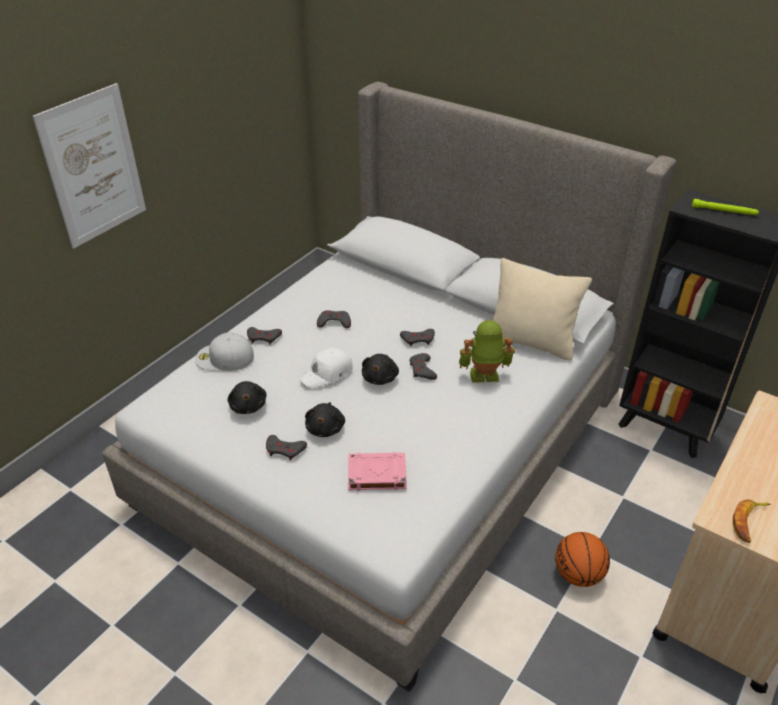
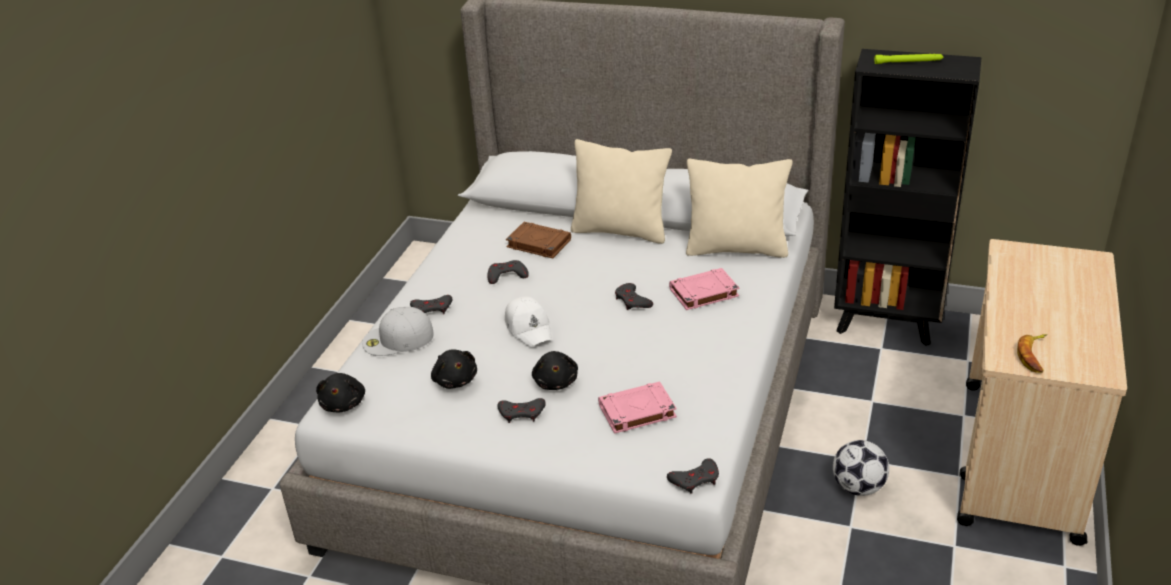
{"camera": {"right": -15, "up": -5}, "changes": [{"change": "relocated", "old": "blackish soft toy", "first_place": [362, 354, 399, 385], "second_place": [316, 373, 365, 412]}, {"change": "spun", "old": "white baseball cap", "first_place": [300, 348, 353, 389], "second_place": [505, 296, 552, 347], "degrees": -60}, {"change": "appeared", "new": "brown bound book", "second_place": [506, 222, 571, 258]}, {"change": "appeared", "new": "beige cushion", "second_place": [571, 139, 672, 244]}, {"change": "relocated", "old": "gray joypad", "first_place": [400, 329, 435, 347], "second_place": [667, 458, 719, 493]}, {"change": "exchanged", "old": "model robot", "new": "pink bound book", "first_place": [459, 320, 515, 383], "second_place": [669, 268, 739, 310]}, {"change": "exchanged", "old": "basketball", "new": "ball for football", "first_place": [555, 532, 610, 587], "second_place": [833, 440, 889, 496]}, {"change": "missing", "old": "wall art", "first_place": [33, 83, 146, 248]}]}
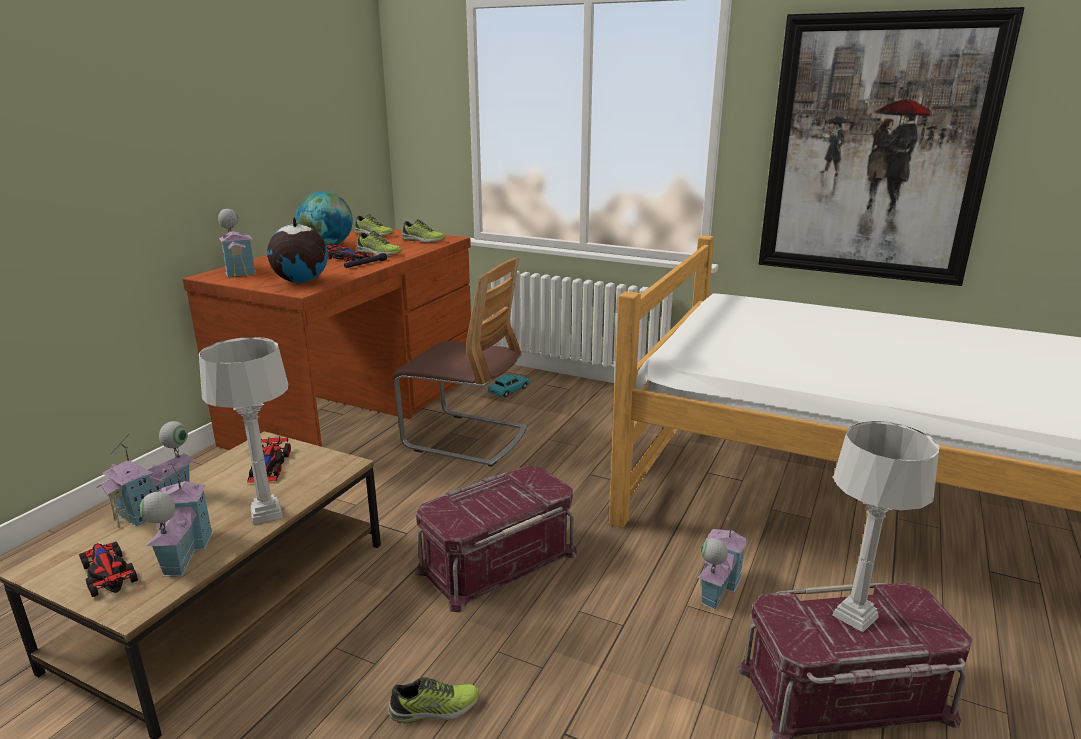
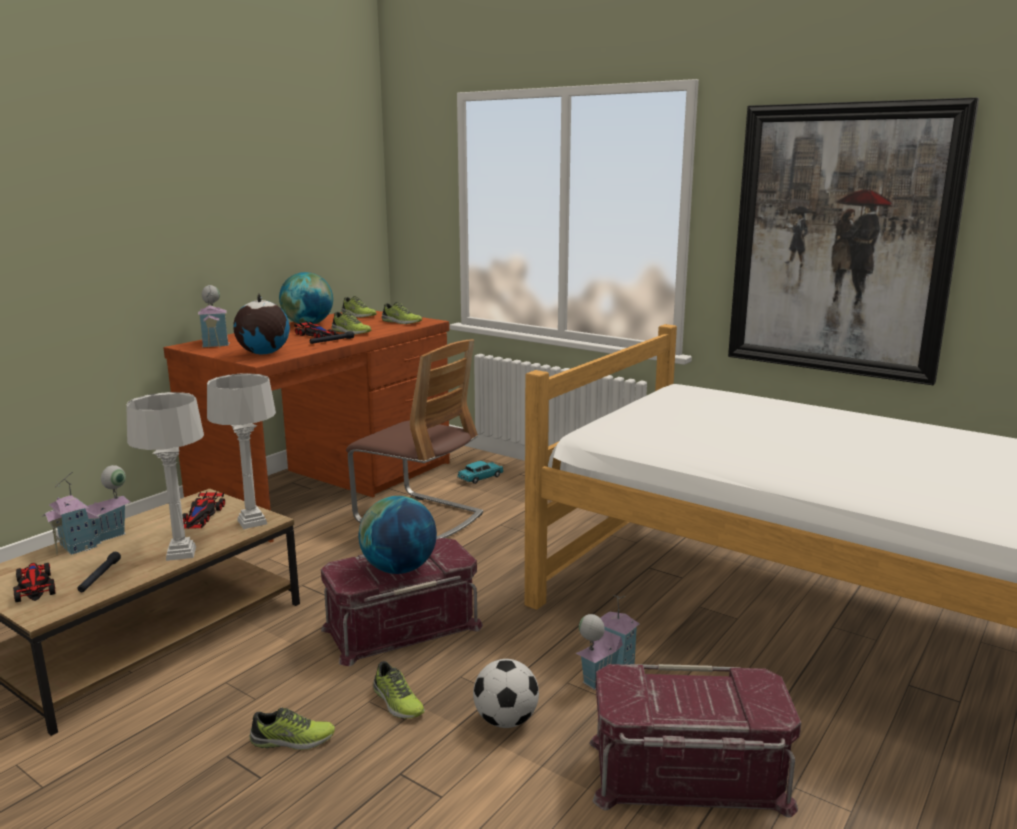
{"camera": {"right": 10, "up": -5}, "changes": [{"change": "exchanged", "old": "toy house", "new": "blackish flashlight", "first_place": [139, 460, 213, 577], "second_place": [77, 552, 121, 592]}, {"change": "relocated", "old": "gray tabletop lamp", "first_place": [832, 421, 939, 632], "second_place": [207, 373, 276, 529]}, {"change": "appeared", "new": "globe", "second_place": [359, 496, 437, 574]}, {"change": "appeared", "new": "low shoe", "second_place": [373, 661, 425, 719]}, {"change": "appeared", "new": "ball for football", "second_place": [473, 659, 539, 728]}]}
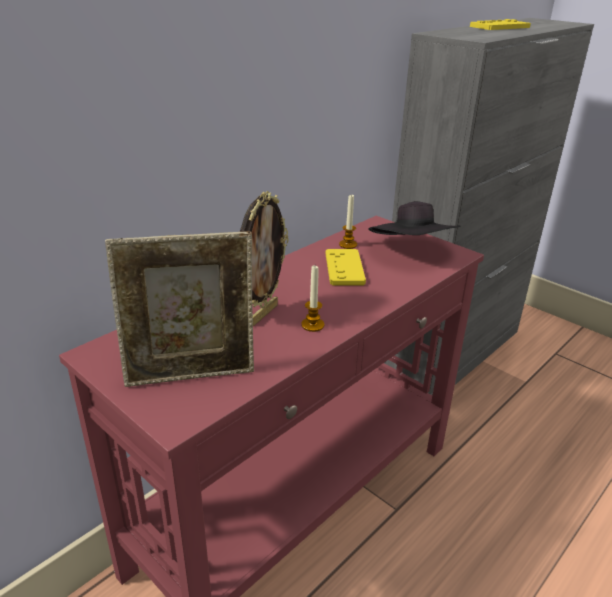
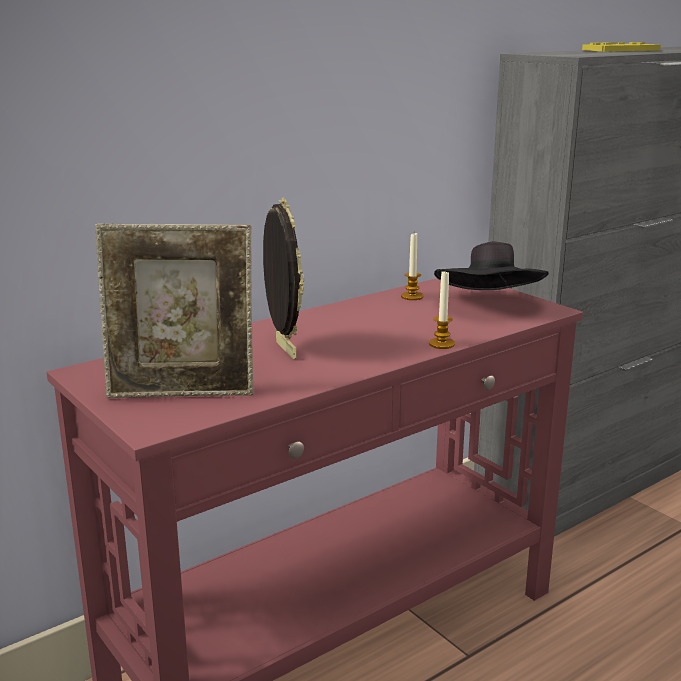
{"camera": {"right": 10, "up": -10}, "changes": [{"change": "spun", "old": "photo frame", "first_place": [240, 191, 289, 326], "second_place": [263, 197, 304, 360], "degrees": -60}, {"change": "relocated", "old": "wax light", "first_place": [301, 266, 324, 332], "second_place": [429, 269, 455, 349]}, {"change": "missing", "old": "yellow joypad", "first_place": [326, 249, 366, 285]}]}
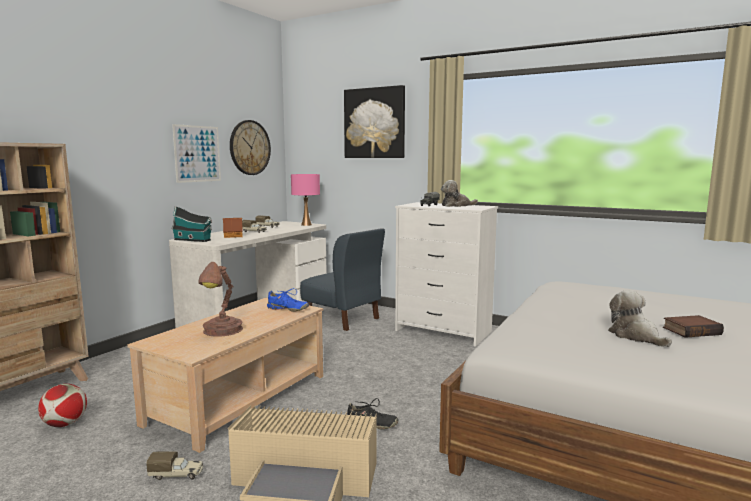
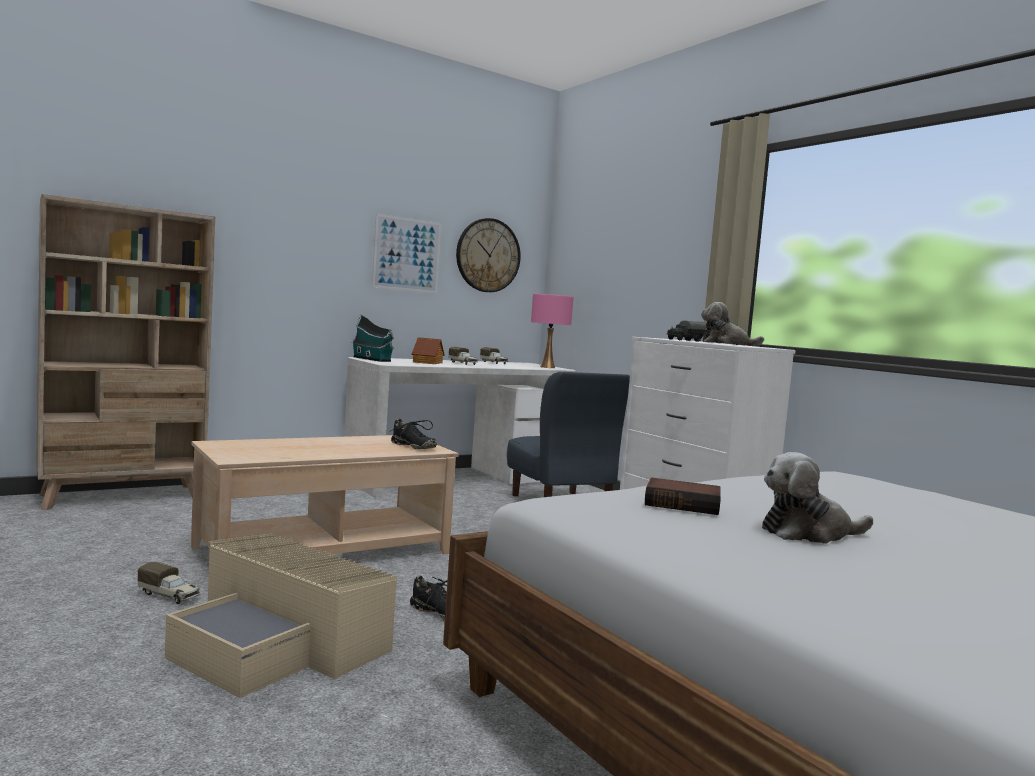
{"camera": {"right": 25, "up": -5}, "changes": [{"change": "colour", "old": "blue low shoe", "new": "blackish low shoe", "first_place": [267, 288, 309, 312], "second_place": [391, 419, 437, 449]}, {"change": "relocated", "old": "bound book", "first_place": [663, 315, 724, 338], "second_place": [645, 477, 721, 515]}, {"change": "spun", "old": "soft toy", "first_place": [608, 290, 672, 347], "second_place": [762, 452, 873, 544], "degrees": -105}, {"change": "missing", "old": "ball for football", "first_place": [38, 384, 87, 427]}, {"change": "missing", "old": "brown tabletop lamp", "first_place": [198, 262, 243, 337]}, {"change": "missing", "old": "wall art", "first_place": [344, 85, 405, 158]}]}
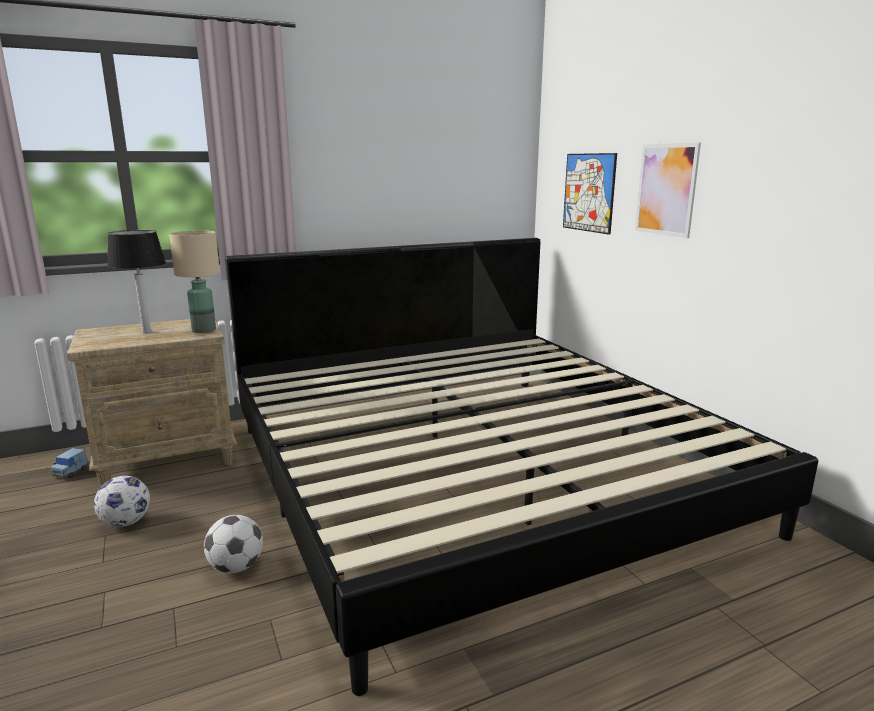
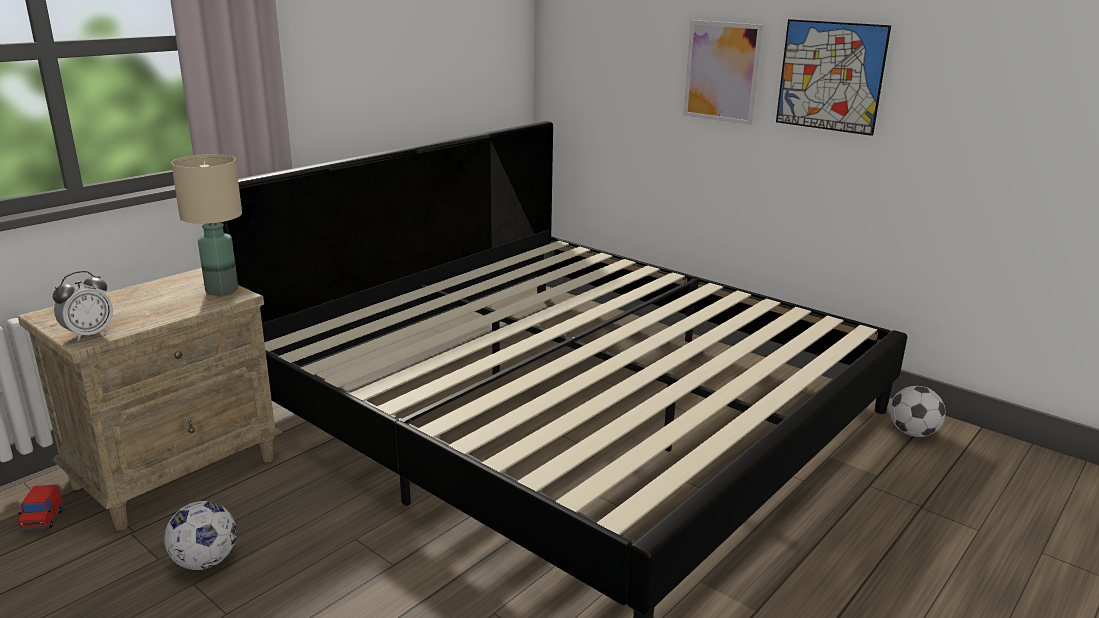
{"camera": {"right": -25, "up": 5}, "changes": [{"change": "colour", "old": "blue toy car", "new": "reddish toy car", "first_place": [51, 448, 89, 478], "second_place": [18, 485, 64, 531]}, {"change": "appeared", "new": "bedside clock", "second_place": [53, 271, 113, 341]}, {"change": "relocated", "old": "wall art", "first_place": [563, 153, 617, 235], "second_place": [776, 19, 891, 136]}, {"change": "relocated", "old": "ball for football", "first_place": [204, 515, 263, 573], "second_place": [890, 386, 946, 437]}, {"change": "missing", "old": "tabletop lamp", "first_place": [107, 230, 166, 333]}]}
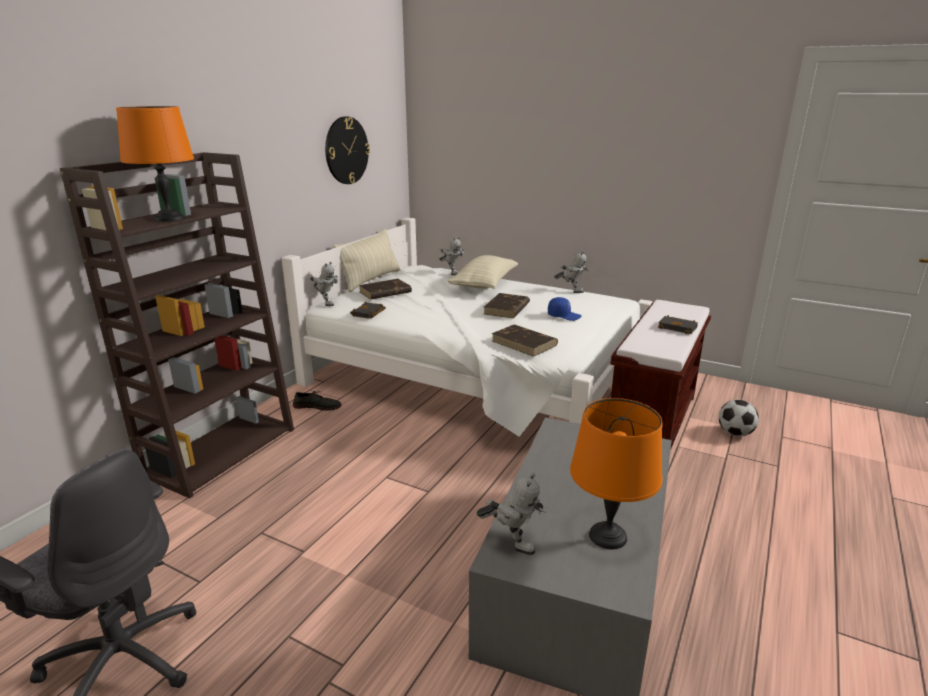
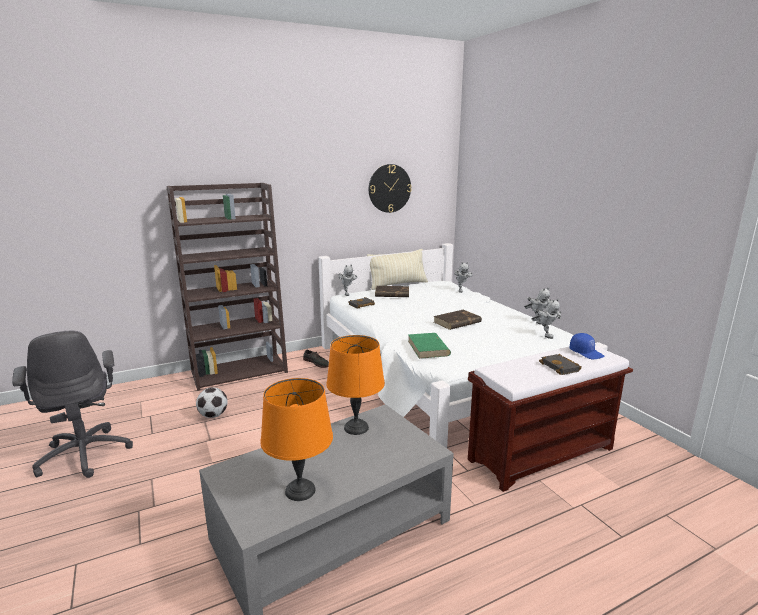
{"camera": {"right": 35, "up": -5}, "changes": [{"change": "relocated", "old": "ball for football", "first_place": [719, 399, 759, 437], "second_place": [196, 388, 228, 418]}, {"change": "relocated", "old": "orange-coloured tabletop lamp", "first_place": [116, 106, 194, 222], "second_place": [327, 335, 385, 435]}, {"change": "colour", "old": "brown bound book", "new": "green-coloured bound book", "first_place": [492, 324, 558, 357], "second_place": [408, 333, 451, 359]}, {"change": "relocated", "old": "model robot", "first_place": [476, 473, 546, 555], "second_place": [531, 299, 561, 339]}, {"change": "relocated", "old": "blue baseball cap", "first_place": [548, 297, 582, 321], "second_place": [569, 333, 605, 359]}, {"change": "missing", "old": "beige cushion", "first_place": [448, 255, 518, 289]}]}
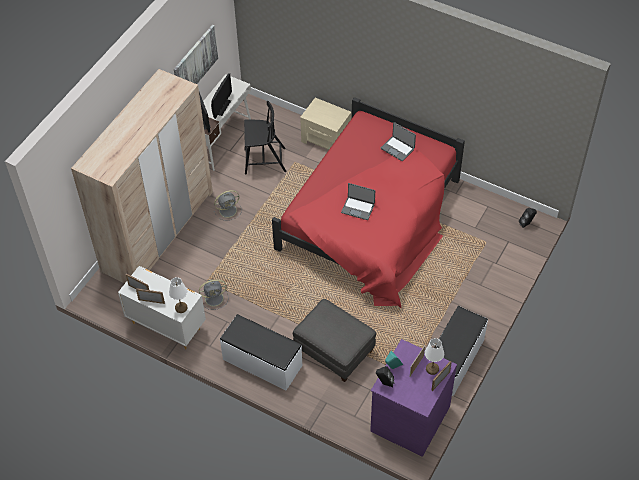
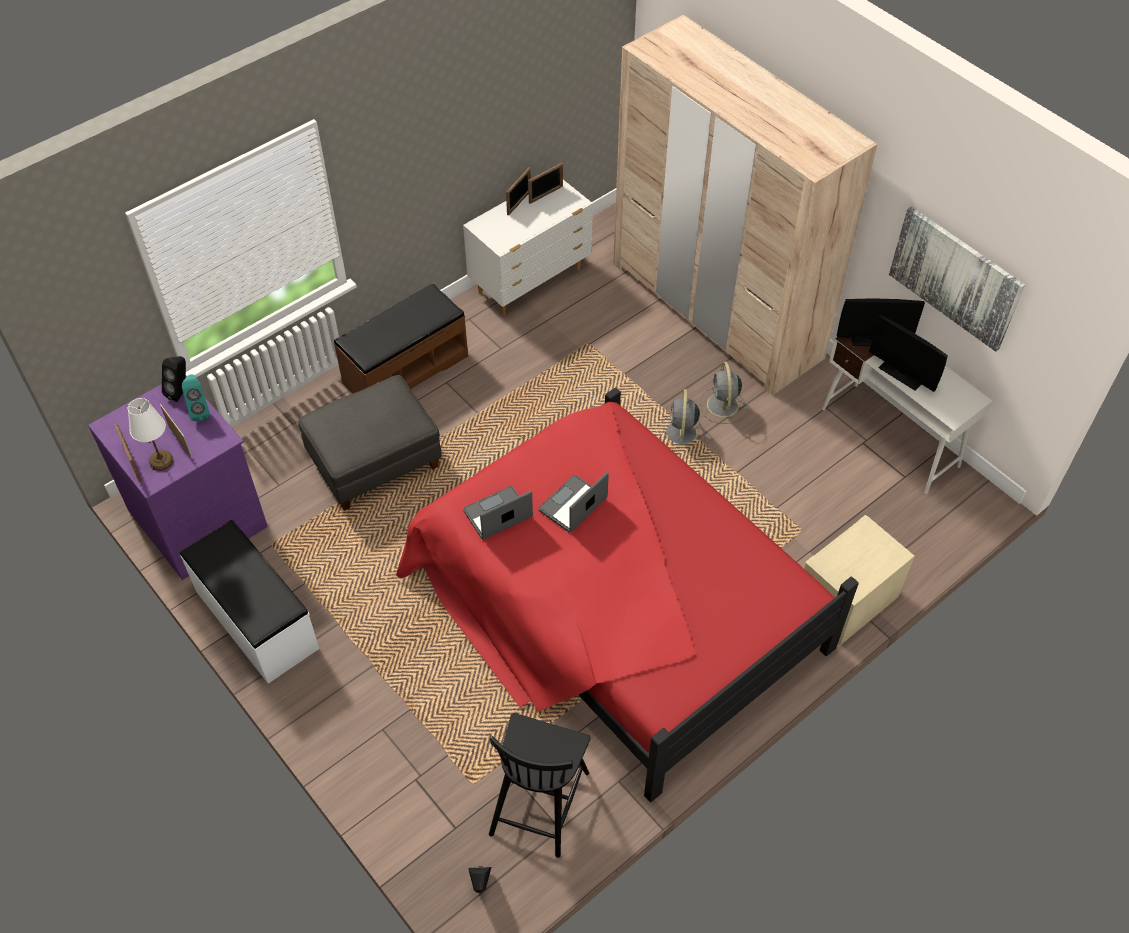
{"camera": {"right": 110, "up": 0}, "changes": [{"change": "colour", "old": "white indoor bench", "new": "brown indoor bench", "first_place": [220, 314, 302, 390], "second_place": [334, 284, 468, 394]}, {"change": "relocated", "old": "notebook computer", "first_place": [381, 122, 416, 161], "second_place": [463, 486, 533, 540]}, {"change": "relocated", "old": "blackish plain chair", "first_place": [244, 101, 286, 175], "second_place": [489, 713, 590, 858]}, {"change": "relocated", "old": "gray fan", "first_place": [199, 279, 228, 310], "second_place": [662, 389, 705, 444]}, {"change": "missing", "old": "white tabletop lamp", "first_place": [169, 277, 187, 313]}]}
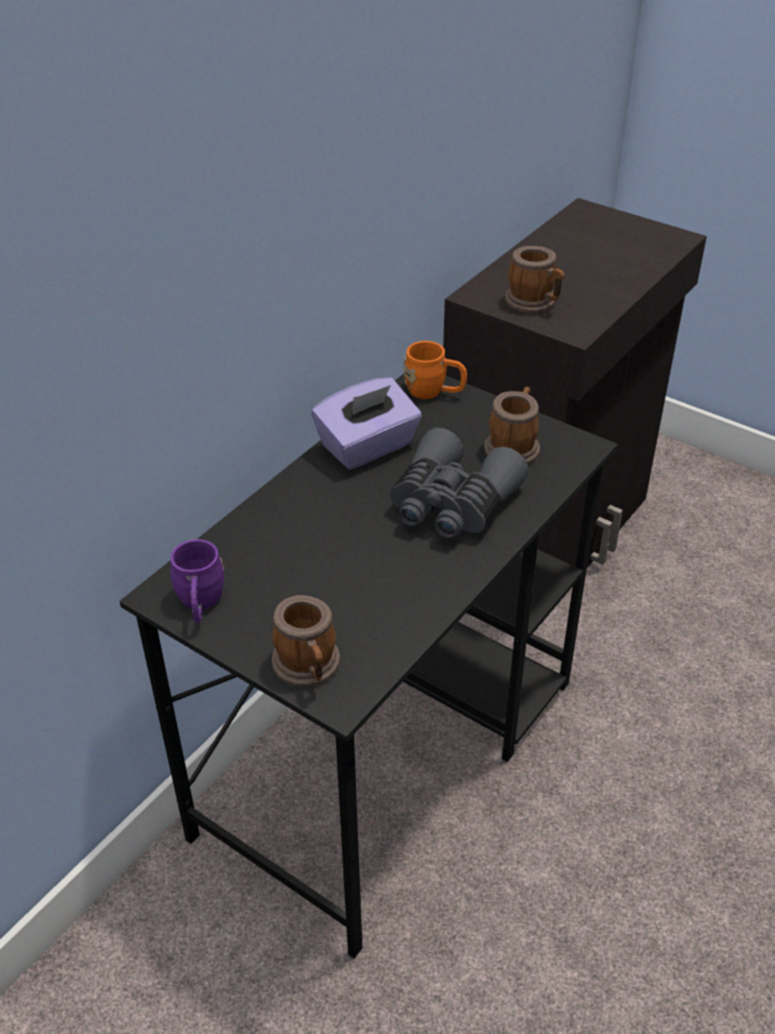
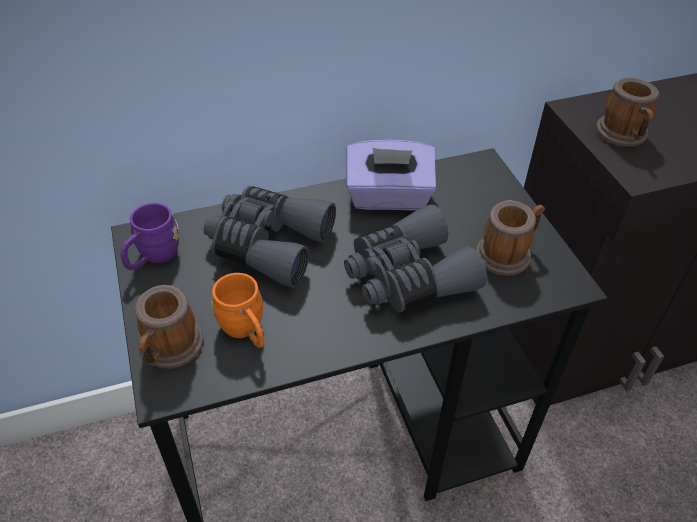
{"camera": {"right": 35, "up": 5}, "changes": [{"change": "appeared", "new": "gray field glasses", "second_place": [203, 186, 336, 288]}, {"change": "relocated", "old": "orange-coloured mug", "first_place": [403, 341, 467, 399], "second_place": [211, 273, 264, 348]}]}
